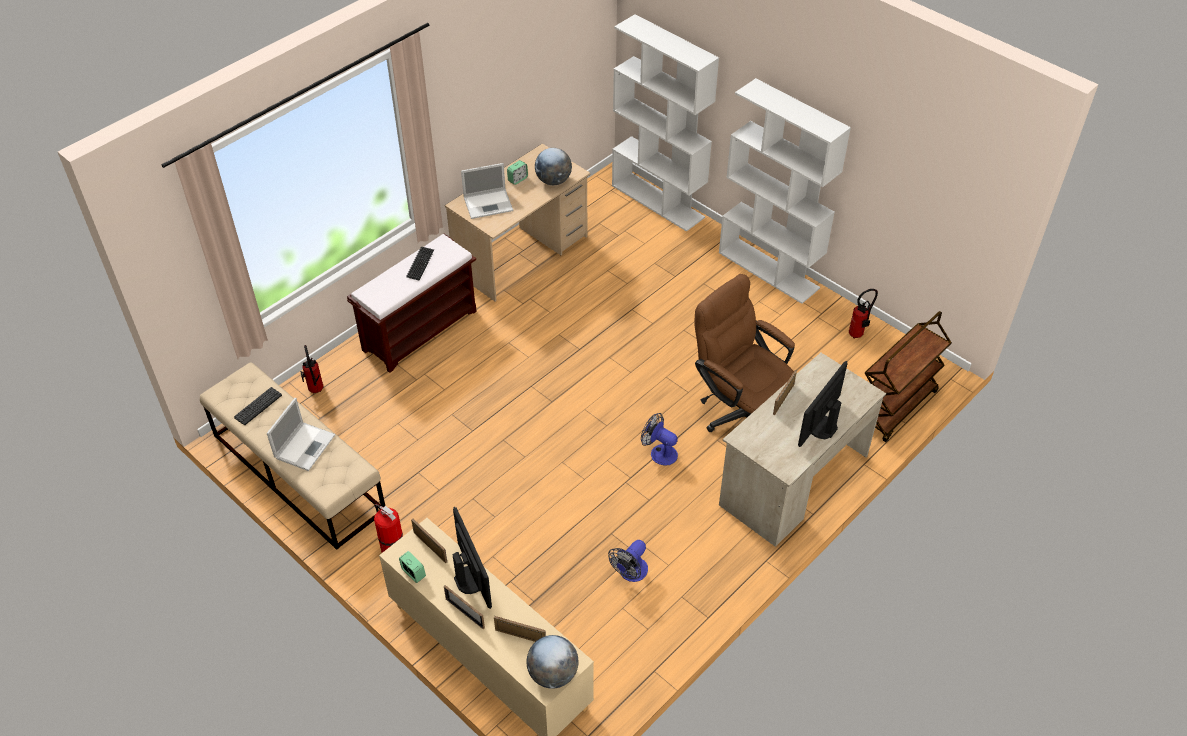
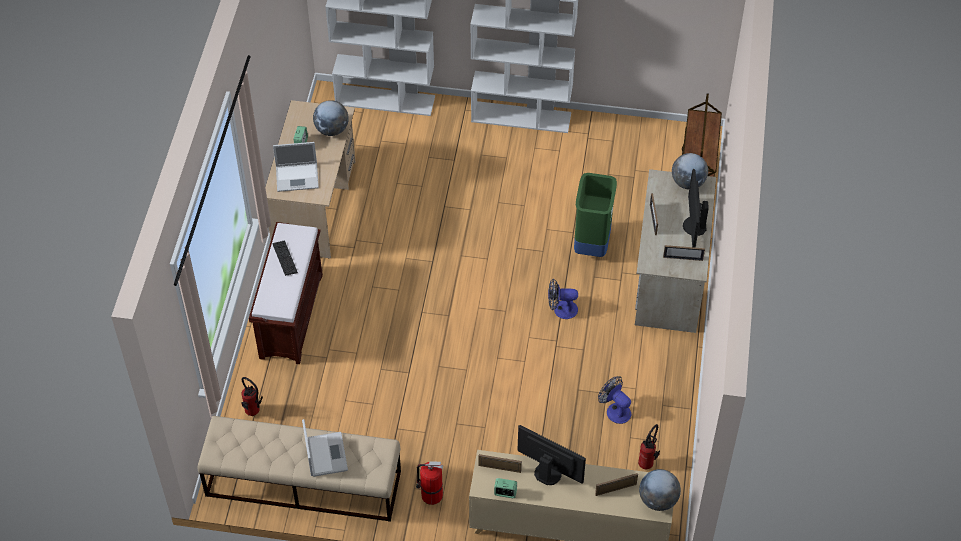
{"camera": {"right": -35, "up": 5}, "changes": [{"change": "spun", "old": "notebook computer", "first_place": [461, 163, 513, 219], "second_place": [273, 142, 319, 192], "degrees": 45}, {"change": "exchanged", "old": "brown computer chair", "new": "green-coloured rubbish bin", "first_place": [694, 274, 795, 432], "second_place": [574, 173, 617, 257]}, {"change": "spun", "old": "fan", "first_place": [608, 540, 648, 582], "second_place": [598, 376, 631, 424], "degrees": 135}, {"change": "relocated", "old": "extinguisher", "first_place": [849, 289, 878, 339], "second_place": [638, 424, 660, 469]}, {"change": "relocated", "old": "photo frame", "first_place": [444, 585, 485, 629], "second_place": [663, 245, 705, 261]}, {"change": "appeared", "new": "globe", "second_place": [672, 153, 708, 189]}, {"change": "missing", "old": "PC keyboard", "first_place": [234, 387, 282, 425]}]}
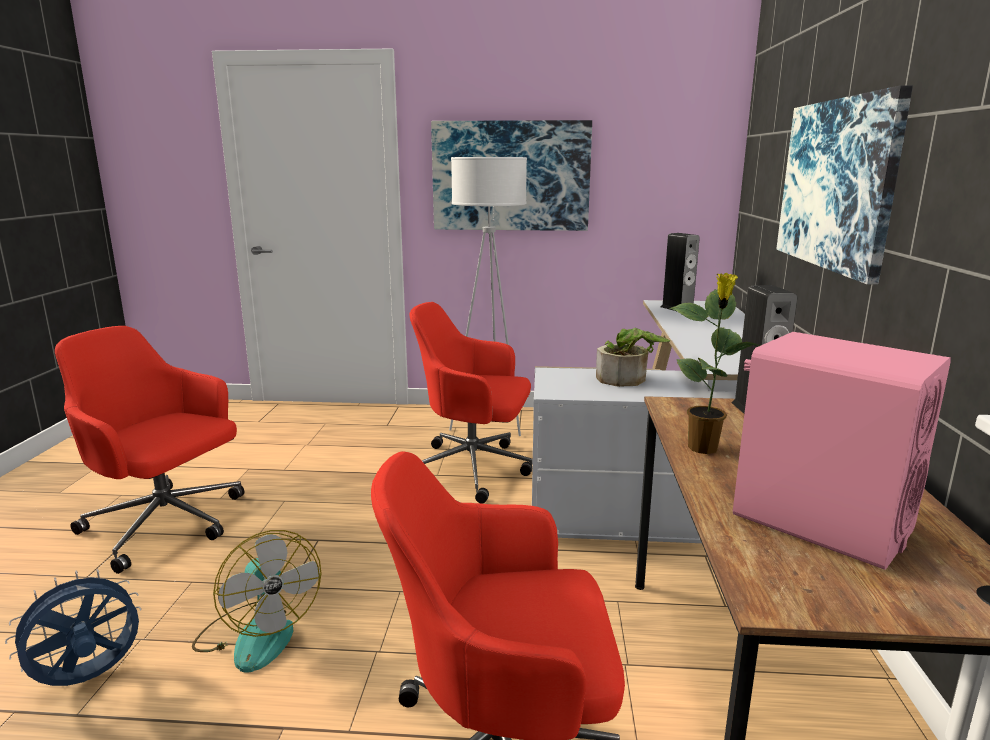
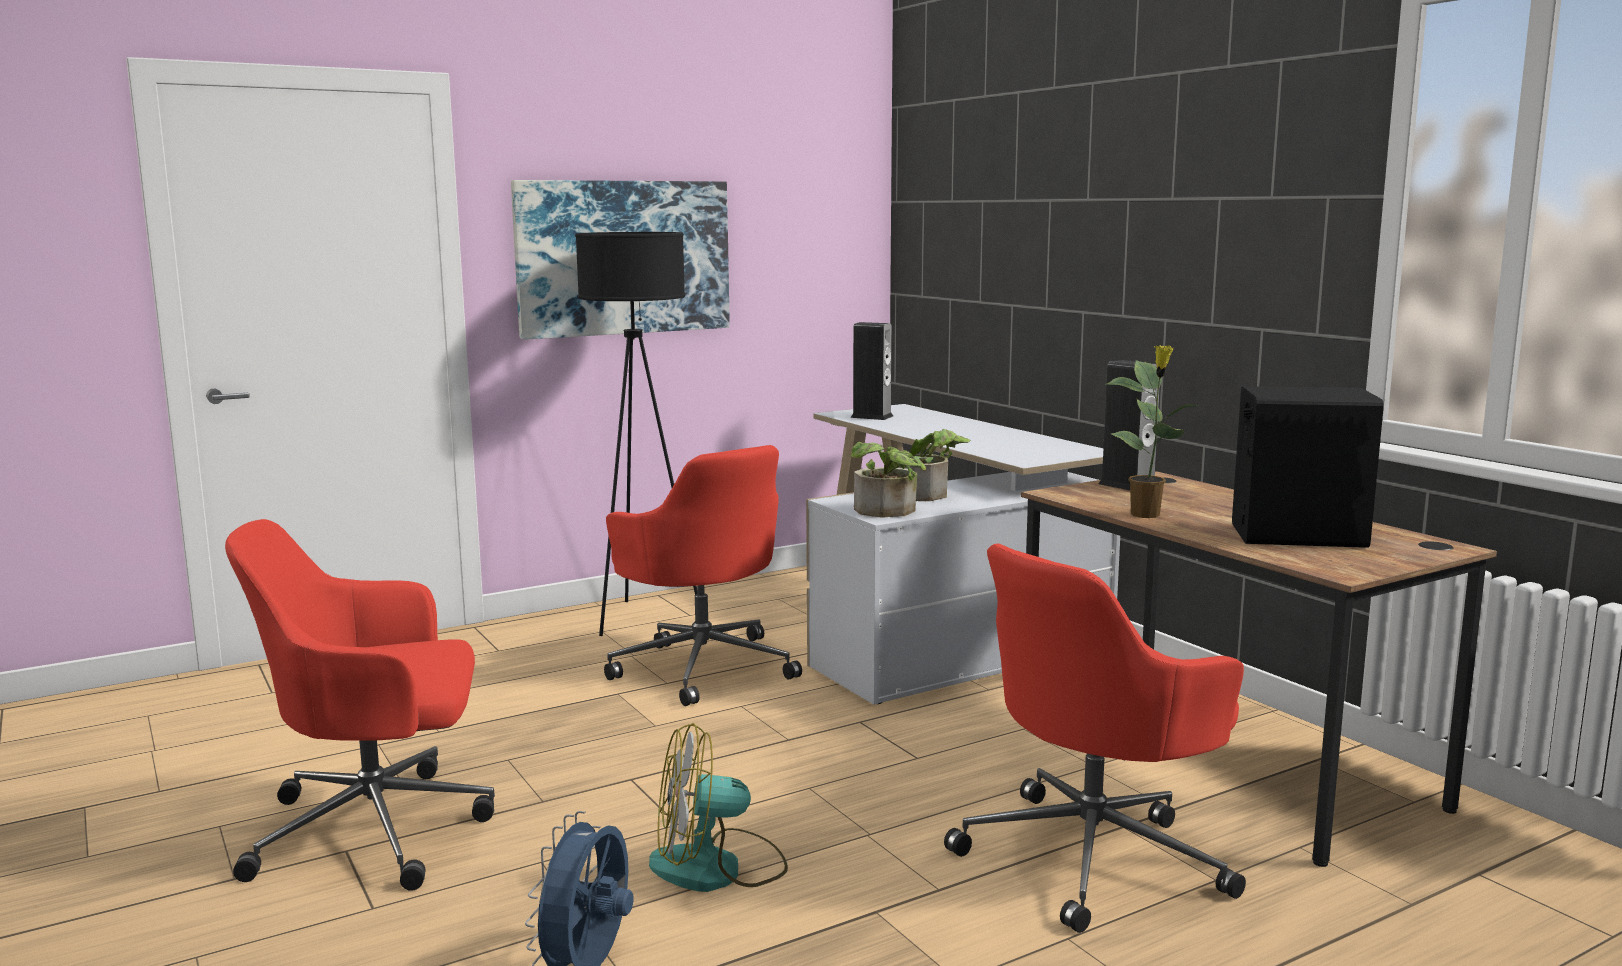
{"camera": {"right": -35, "up": -5}, "changes": [{"change": "colour", "old": "white floor lamp", "new": "blackish floor lamp", "first_place": [449, 157, 527, 436], "second_place": [575, 232, 698, 636]}, {"change": "spun", "old": "reddish computer chair", "first_place": [409, 302, 533, 504], "second_place": [604, 445, 802, 706], "degrees": -105}, {"change": "spun", "old": "fan", "first_place": [192, 530, 321, 673], "second_place": [649, 723, 788, 892], "degrees": 150}, {"change": "appeared", "new": "potted plant", "second_place": [850, 442, 933, 517]}, {"change": "colour", "old": "pink audio speaker", "new": "blackish audio speaker", "first_place": [733, 332, 951, 570], "second_place": [1232, 386, 1384, 548]}, {"change": "missing", "old": "wall art", "first_place": [777, 85, 913, 284]}]}
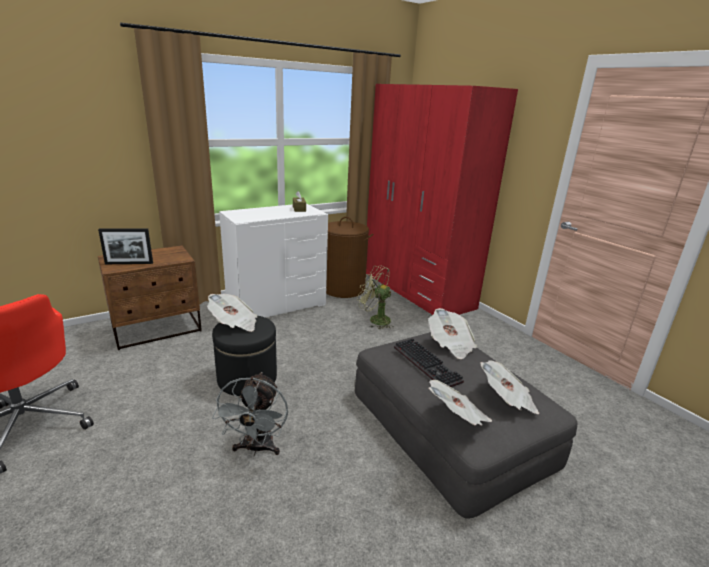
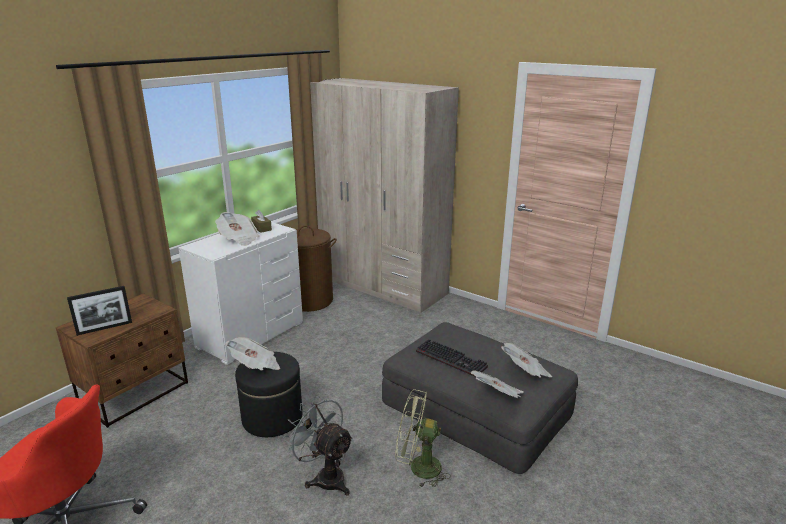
{"camera": {"right": -20, "up": 0}, "changes": [{"change": "relocated", "old": "daily paper", "first_place": [428, 308, 477, 359], "second_place": [215, 212, 260, 246]}, {"change": "spun", "old": "gray fan", "first_place": [212, 372, 288, 456], "second_place": [283, 395, 354, 496], "degrees": 150}, {"change": "colour", "old": "reddish clothes cupboard", "new": "beige clothes cupboard", "first_place": [366, 84, 518, 315], "second_place": [310, 78, 459, 313]}, {"change": "relocated", "old": "green-coloured fan", "first_place": [357, 265, 394, 329], "second_place": [395, 389, 451, 488]}]}
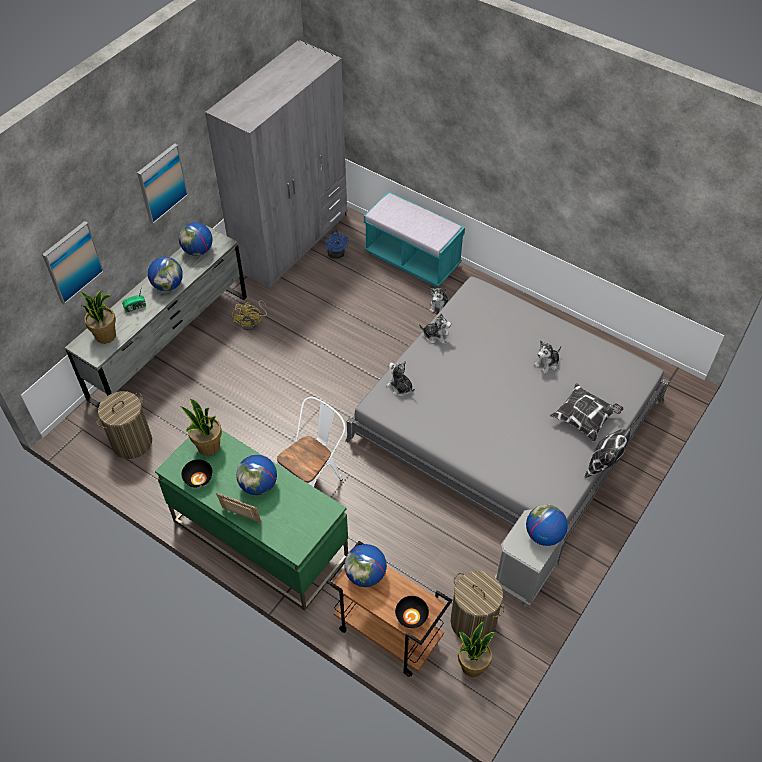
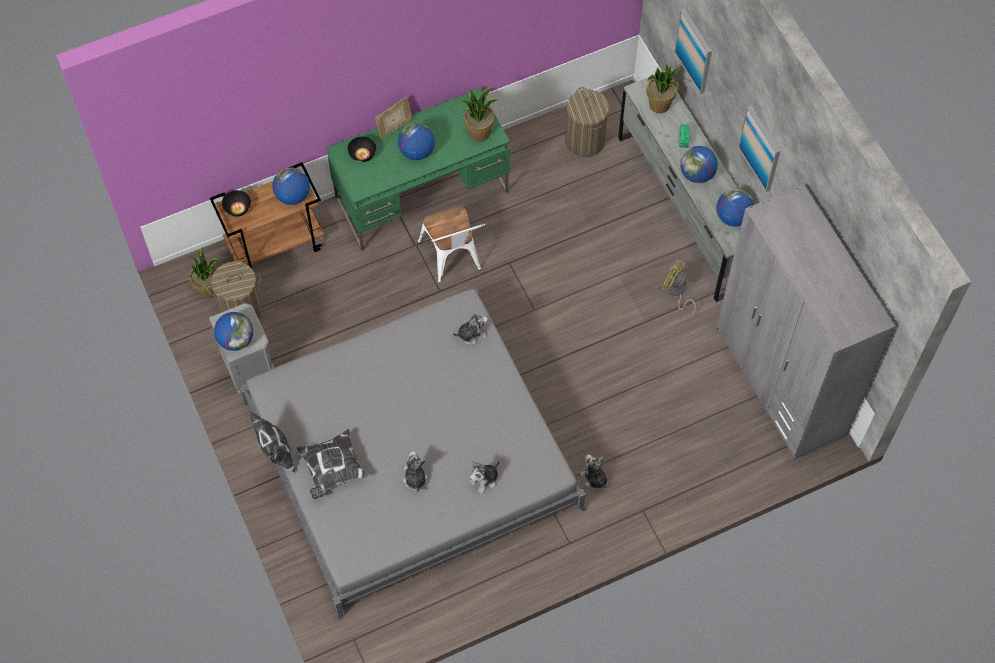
{"camera": {"right": 120, "up": 10}, "changes": [{"change": "relocated", "old": "blackish bowl", "first_place": [181, 459, 212, 488], "second_place": [348, 136, 376, 162]}, {"change": "relocated", "old": "soft toy", "first_place": [419, 313, 451, 344], "second_place": [469, 461, 500, 494]}, {"change": "missing", "old": "blue fan", "first_place": [325, 229, 349, 259]}, {"change": "missing", "old": "turquoise-coloured indoor bench", "first_place": [364, 192, 465, 287]}]}
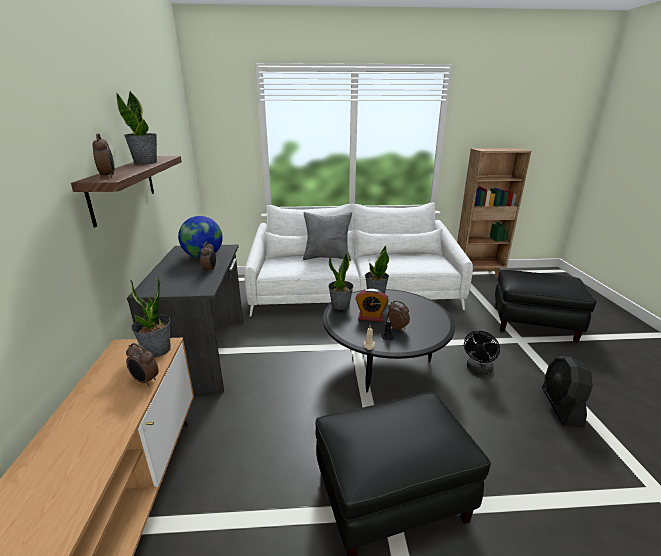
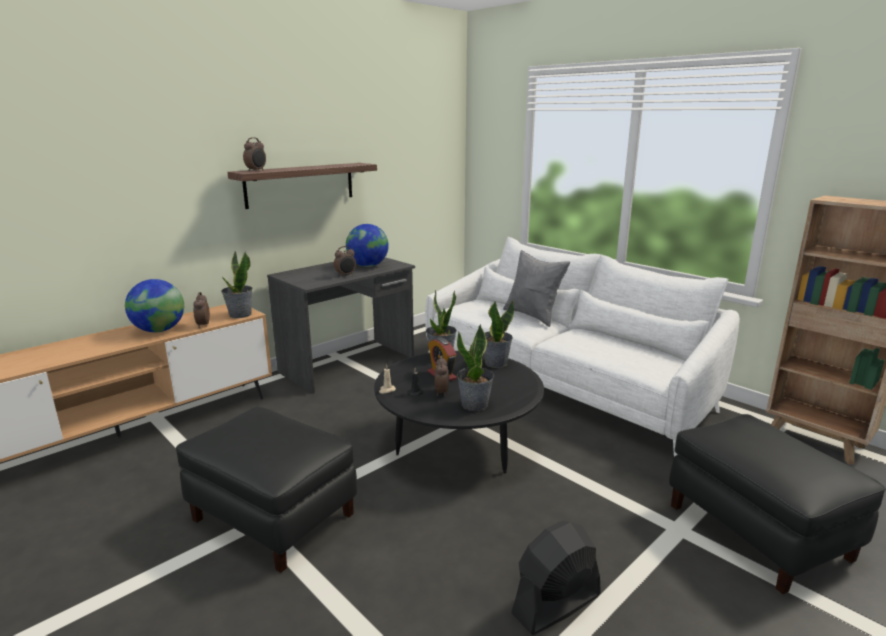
{"camera": {"right": 50, "up": -5}, "changes": [{"change": "appeared", "new": "globe", "second_place": [125, 279, 184, 332]}, {"change": "relocated", "old": "potted plant", "first_place": [116, 91, 157, 164], "second_place": [457, 324, 494, 411]}, {"change": "missing", "old": "blackish fan", "first_place": [464, 331, 500, 375]}]}
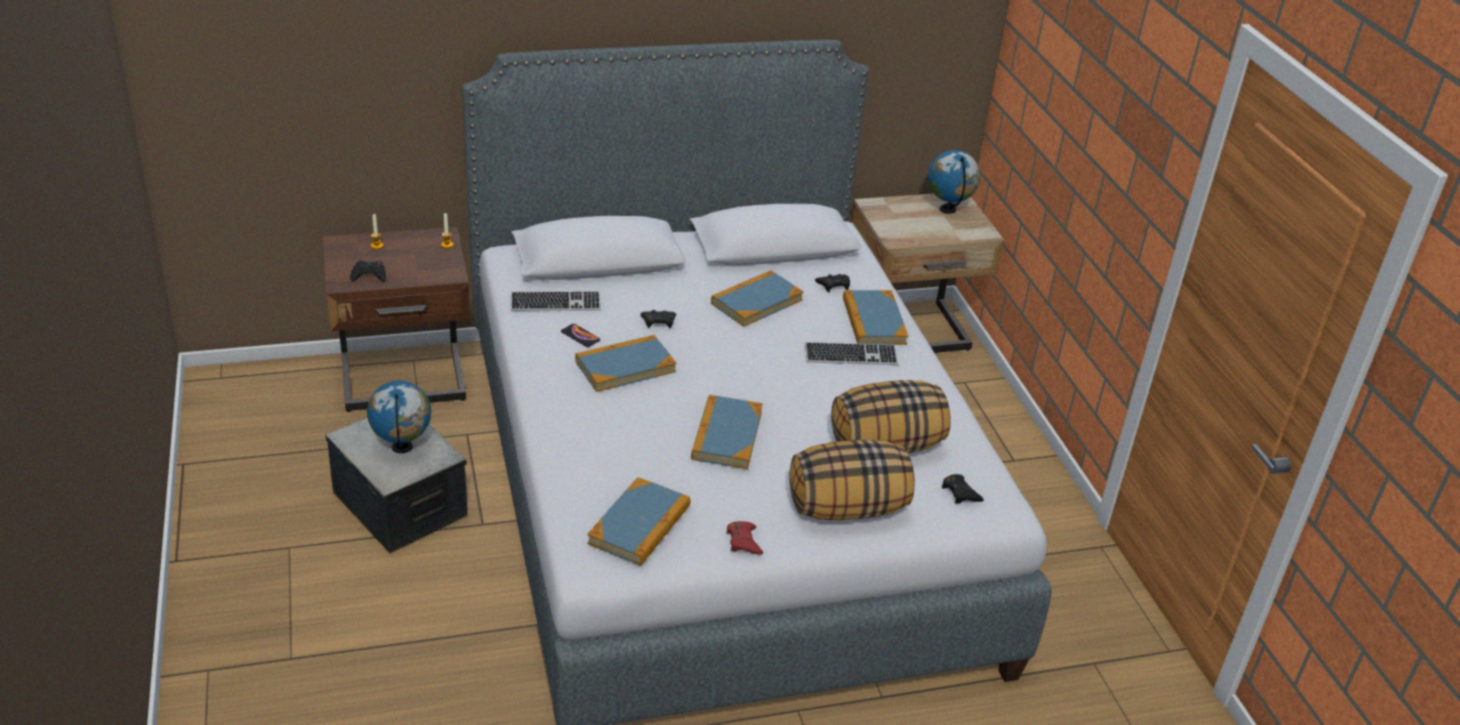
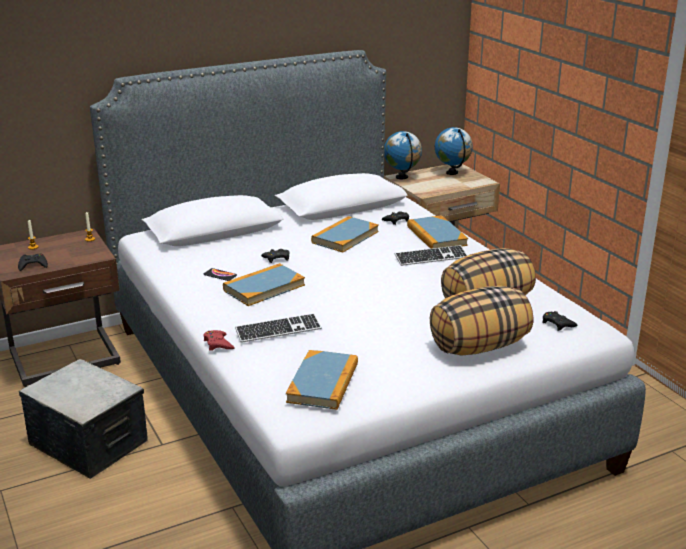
{"camera": {"right": -10, "up": -10}, "changes": [{"change": "relocated", "old": "reddish joypad", "first_place": [726, 521, 763, 555], "second_place": [203, 330, 235, 351]}, {"change": "relocated", "old": "PC keyboard", "first_place": [511, 291, 601, 311], "second_place": [235, 313, 322, 343]}, {"change": "relocated", "old": "globe", "first_place": [367, 381, 431, 453], "second_place": [384, 131, 422, 179]}, {"change": "missing", "old": "bound book", "first_place": [691, 395, 763, 469]}]}
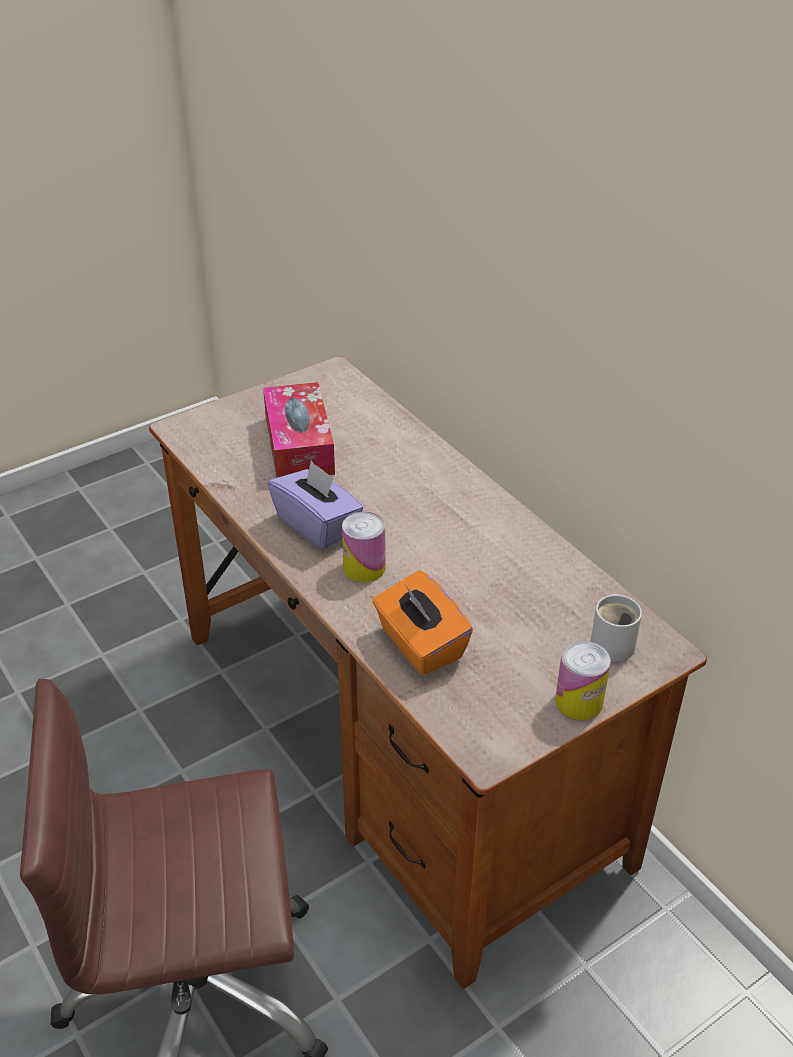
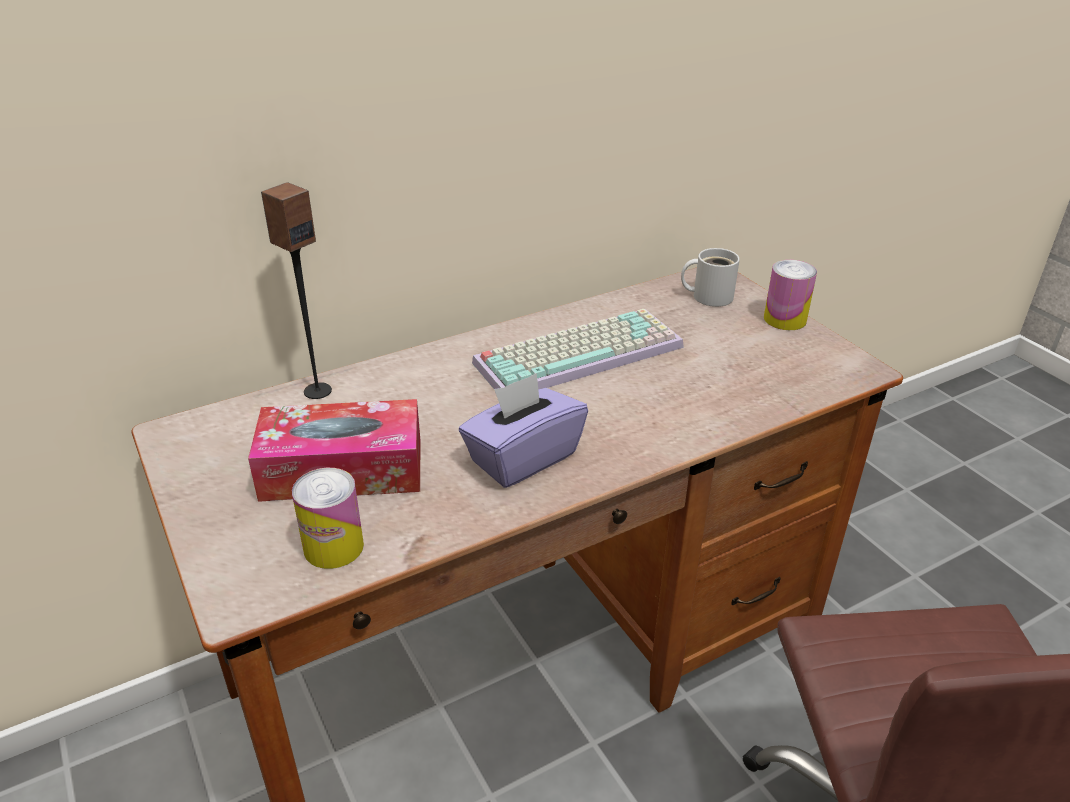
{"camera": {"right": -85, "up": -5}, "changes": [{"change": "appeared", "new": "audio speaker", "second_place": [261, 182, 332, 399]}, {"change": "relocated", "old": "sealed can", "first_place": [342, 511, 385, 582], "second_place": [292, 468, 364, 569]}, {"change": "appeared", "new": "PC keyboard", "second_place": [472, 309, 684, 389]}, {"change": "missing", "old": "orange-coloured tissue holder", "first_place": [373, 570, 473, 675]}]}
